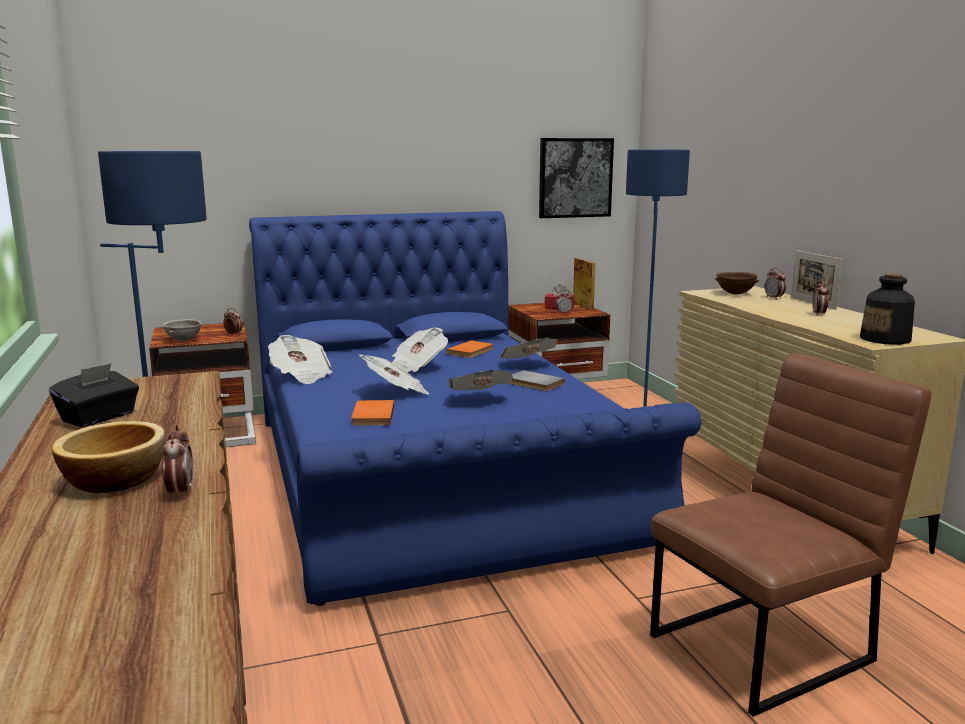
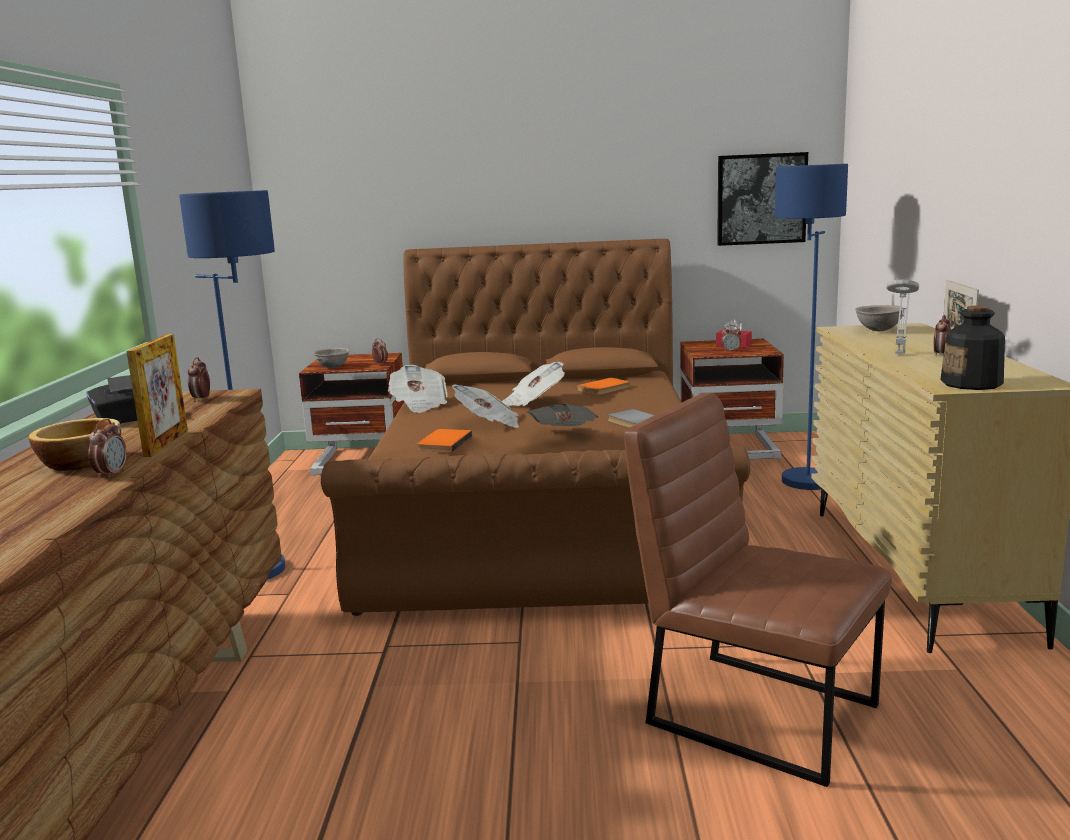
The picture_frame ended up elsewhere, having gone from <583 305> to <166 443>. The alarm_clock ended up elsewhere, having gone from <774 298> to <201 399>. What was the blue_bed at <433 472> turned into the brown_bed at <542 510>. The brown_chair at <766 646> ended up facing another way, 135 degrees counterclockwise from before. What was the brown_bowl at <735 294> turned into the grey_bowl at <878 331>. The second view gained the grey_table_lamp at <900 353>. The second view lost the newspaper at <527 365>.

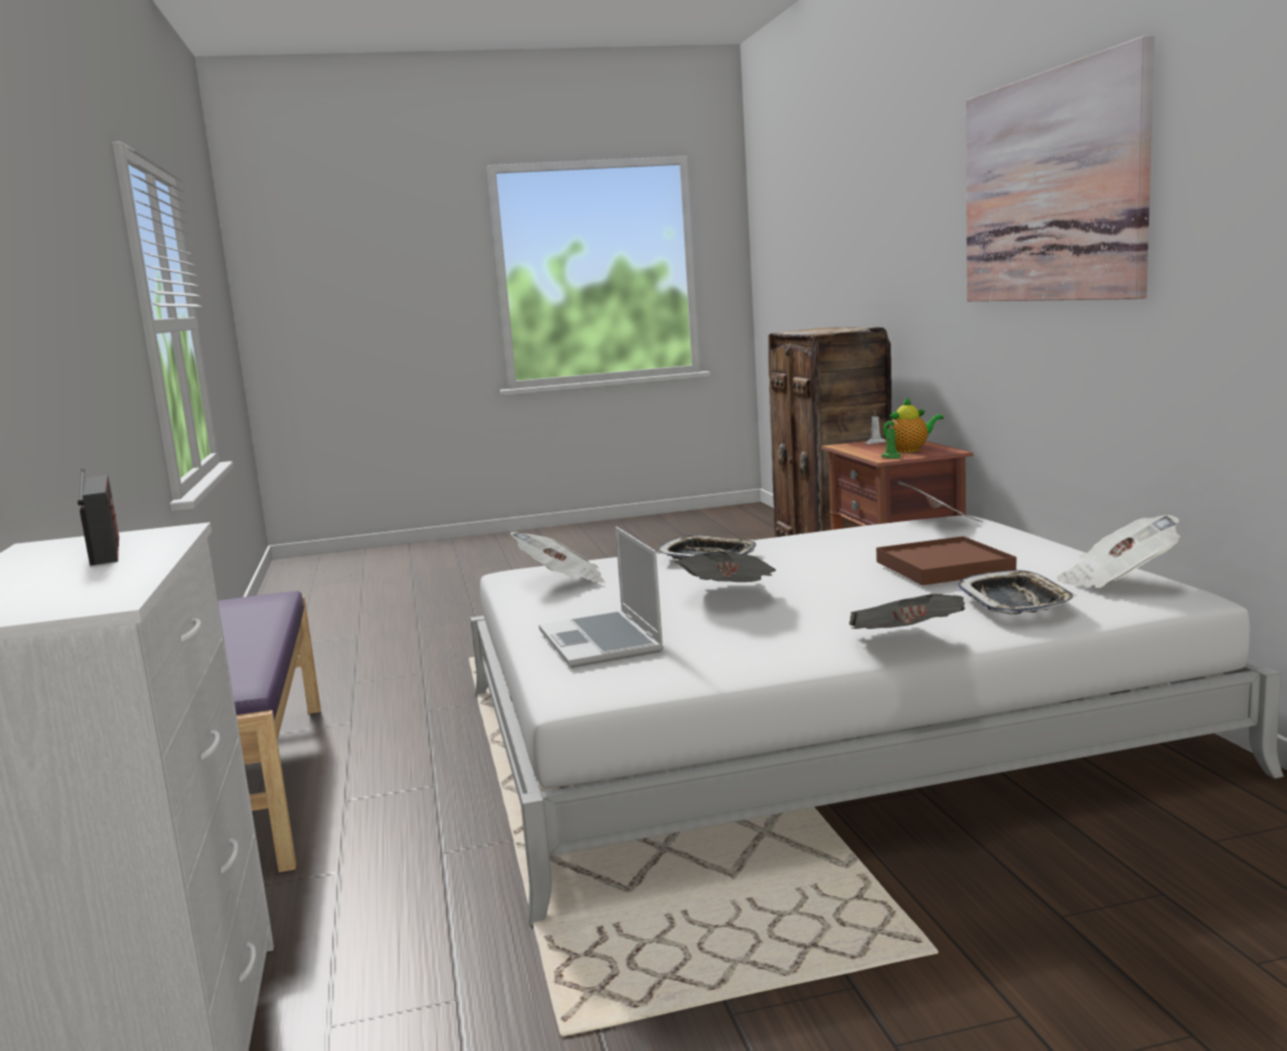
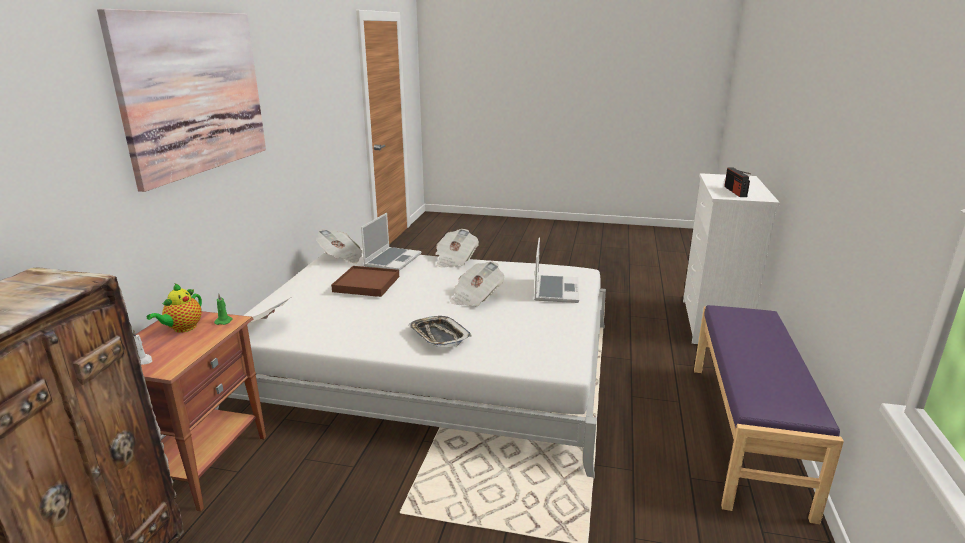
The teapot at <911 450> ended up facing another way, 75 degrees counterclockwise from before. Where the tray stood at <1015 601>, the laptop came to stand at <392 260>. The second view lost the newspaper at <562 582>.

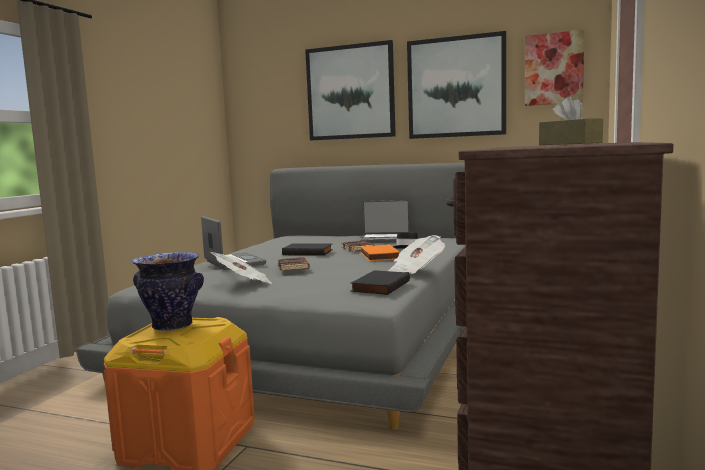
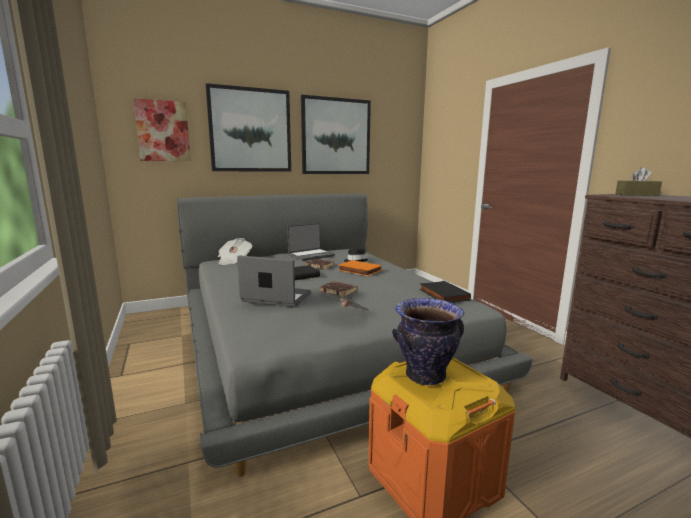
The picture ended up elsewhere, having gone from <553 69> to <163 131>. The newspaper ended up elsewhere, having gone from <415 270> to <234 261>.

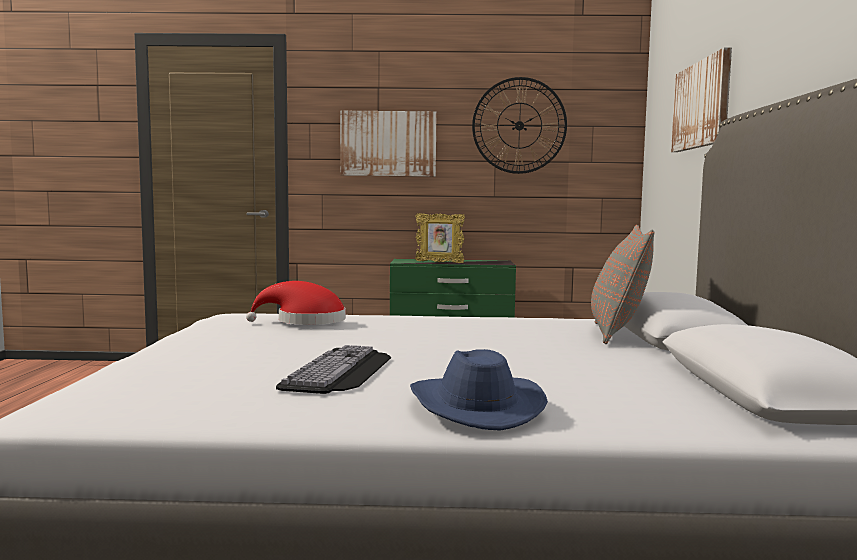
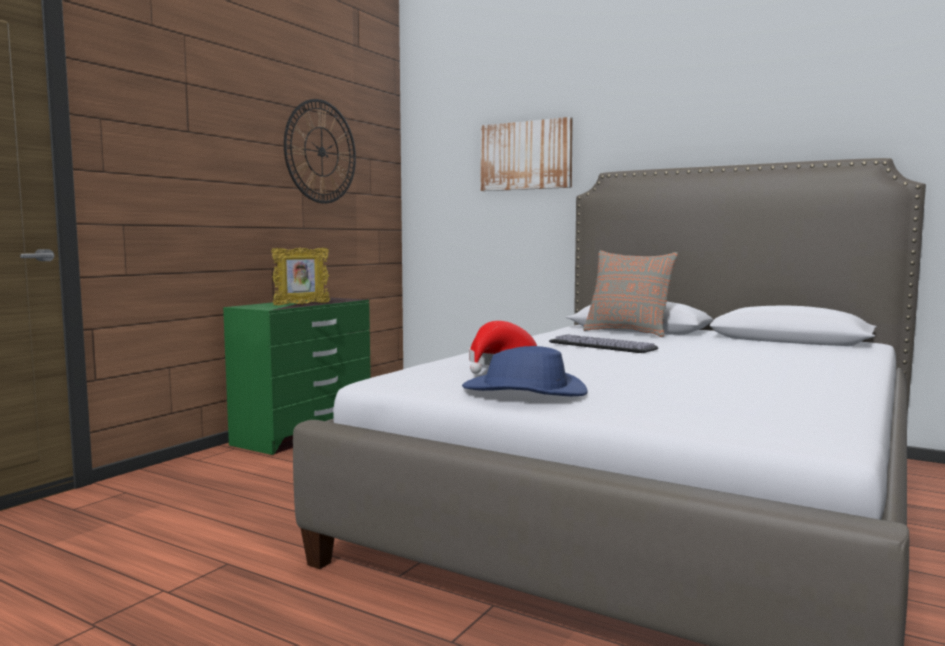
The blue_hat ended up elsewhere, having gone from <473 406> to <525 392>. The keyboard ended up elsewhere, having gone from <342 371> to <606 345>. The second view lost the picture at <388 144>.

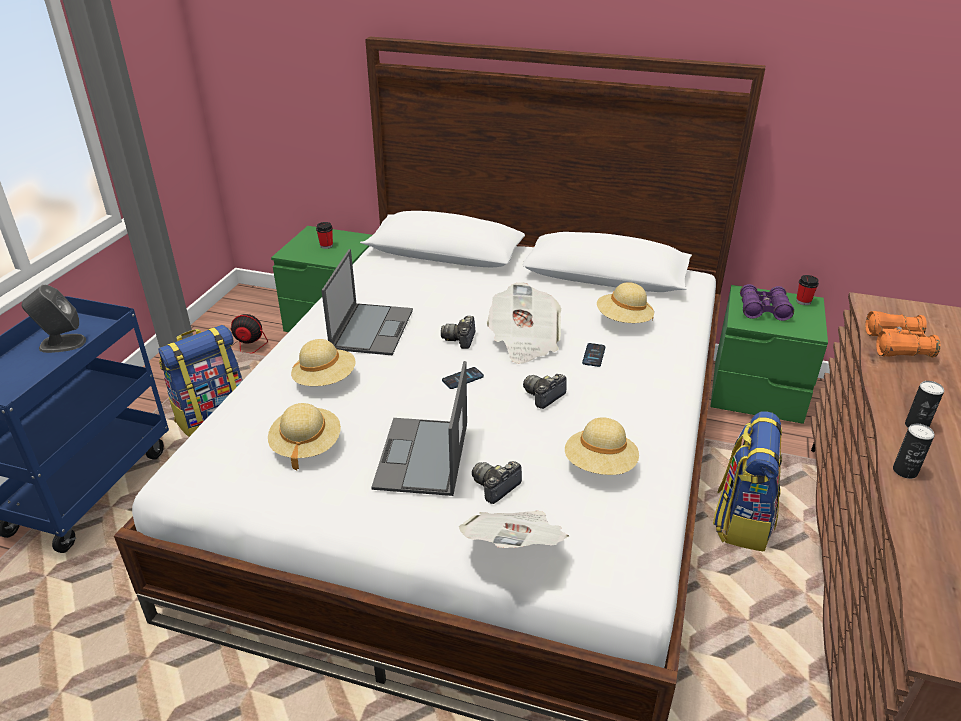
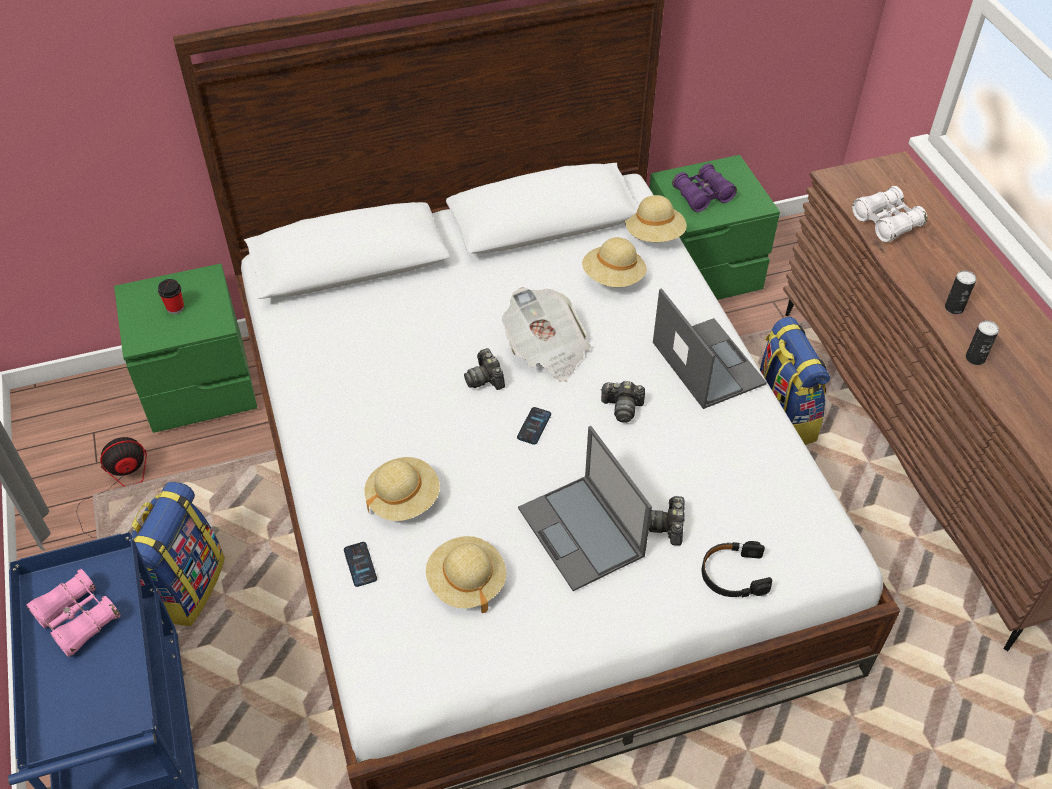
Where the grey_speaker stood at <62 343>, the pink_binoculars came to stand at <78 619>. The phone ended up elsewhere, having gone from <593 355> to <360 564>. The photo_camera at <544 396> ended up facing another way, 90 degrees counterclockwise from before. The beige_hat ended up elsewhere, having gone from <600 465> to <654 235>. The laptop ended up elsewhere, having gone from <372 328> to <706 362>. Where the newspaper stood at <515 547>, the black_headphones came to stand at <733 575>. What was the orange_binoculars at <897 345> turned into the white_binoculars at <886 222>. The second view lost the cup at <803 301>.

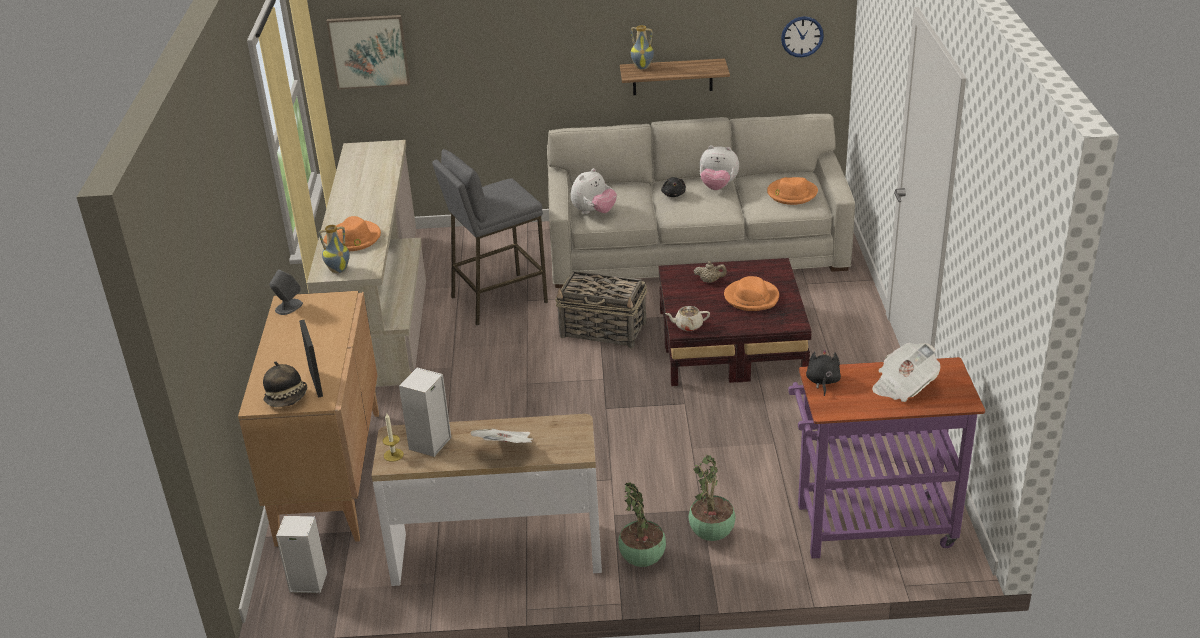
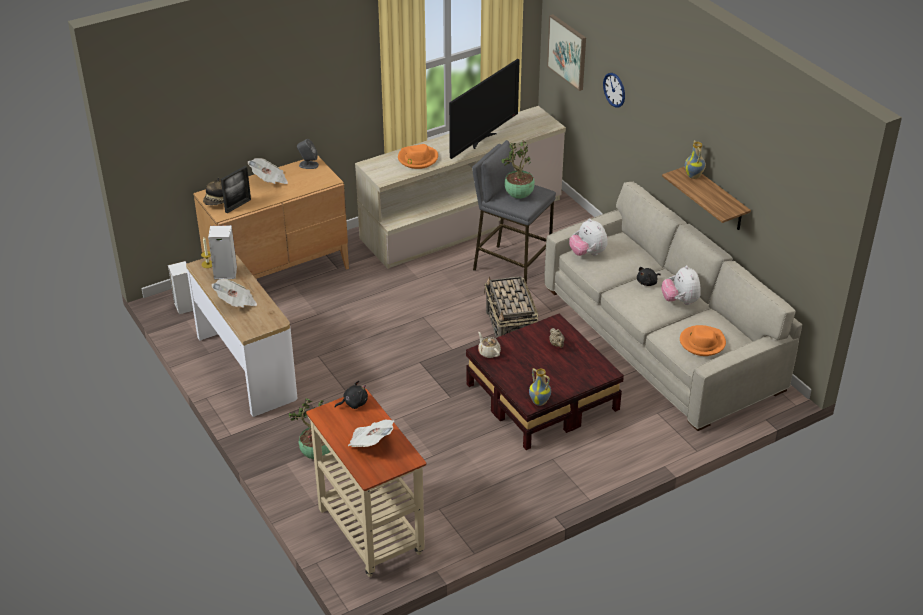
The second view gained the newspaper at <269 180>. What was the purple_cart at <872 526> turned into the beige_cart at <369 530>. The second view gained the television at <482 140>. The potted_plant ended up elsewhere, having gone from <643 561> to <518 196>. The vase ended up elsewhere, having gone from <338 269> to <540 401>. The plush_toy at <594 212> ended up facing another way, 45 degrees clockwise from before. The wall_clock ended up elsewhere, having gone from <802 36> to <614 90>. The second view lost the orange_hat at <751 297>.

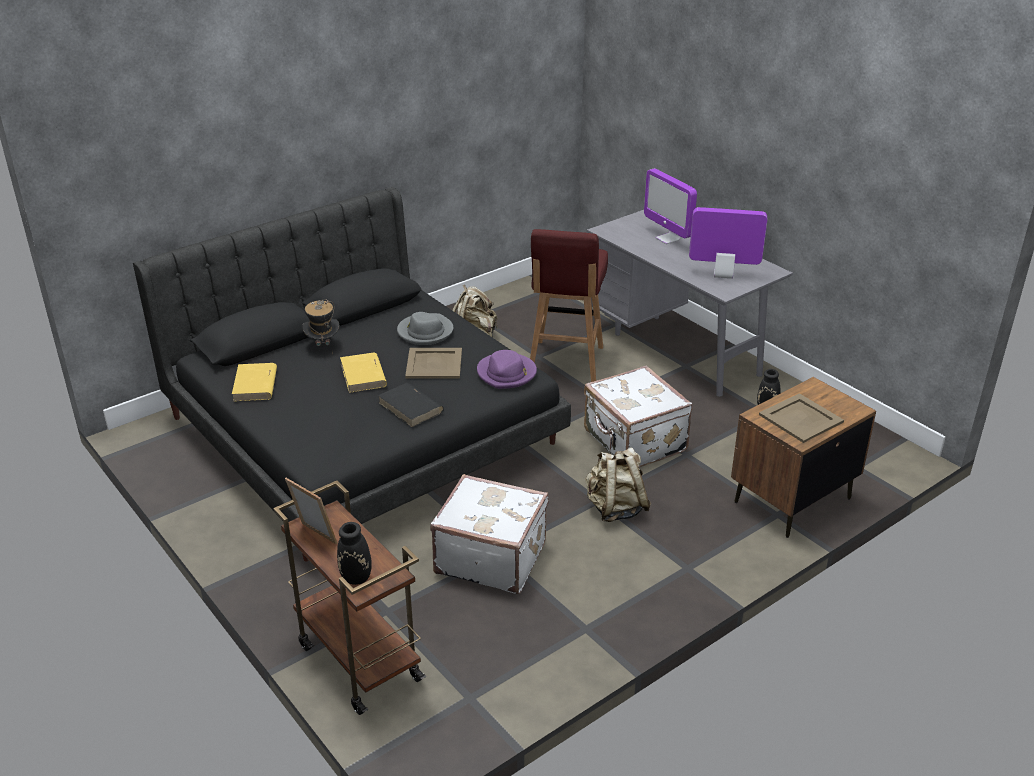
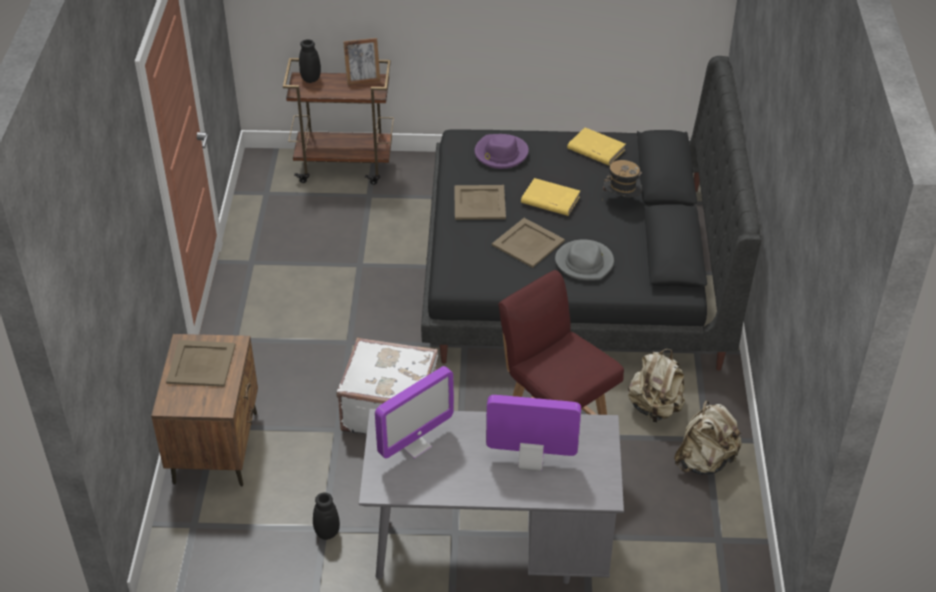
Where the black_book stood at <411 407>, the beige_tray came to stand at <479 202>. The purple_hat ended up elsewhere, having gone from <507 373> to <500 154>. The beige_backpack ended up elsewhere, having gone from <615 509> to <704 461>. The second view lost the white_suitcase at <491 557>.

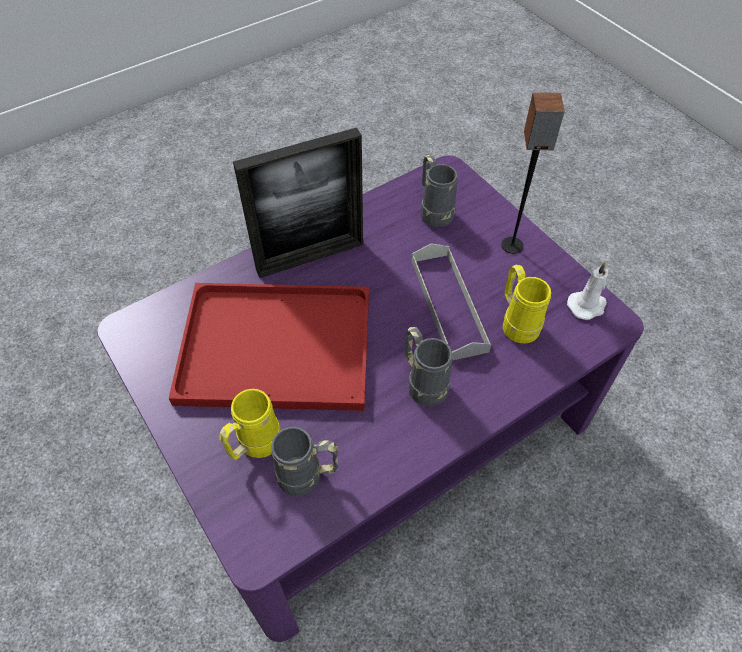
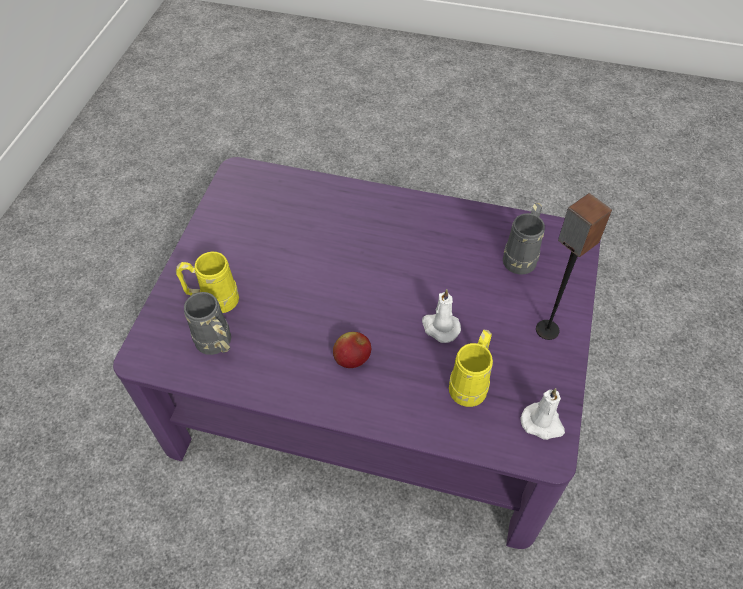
Where the grey_mug stood at <423 383>, the apple came to stand at <352 359>. Where the grey_tray stood at <448 304>, the white_candle came to stand at <440 327>. The second view lost the red_tray at <271 349>. The second view lost the picture_frame at <310 257>.

